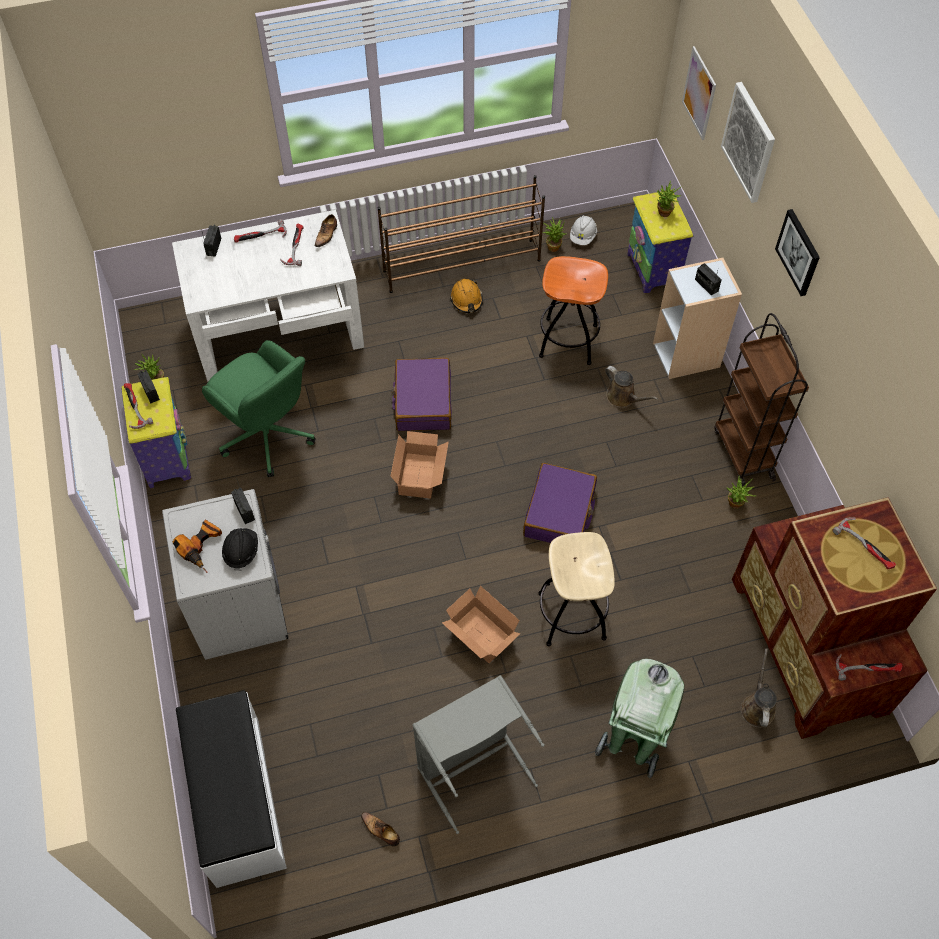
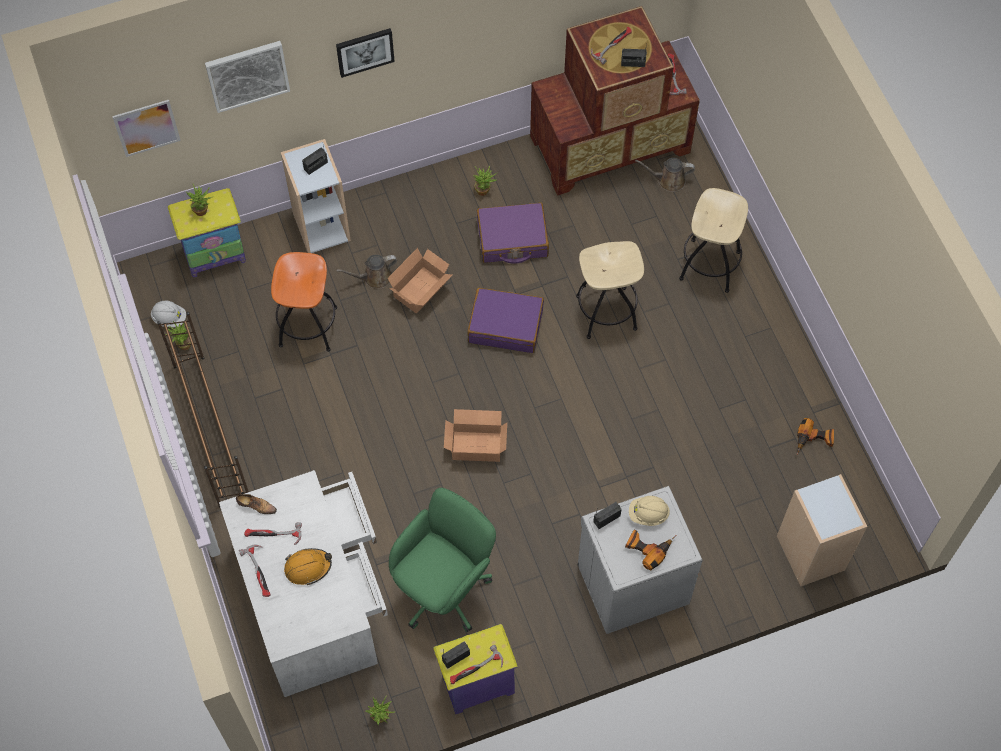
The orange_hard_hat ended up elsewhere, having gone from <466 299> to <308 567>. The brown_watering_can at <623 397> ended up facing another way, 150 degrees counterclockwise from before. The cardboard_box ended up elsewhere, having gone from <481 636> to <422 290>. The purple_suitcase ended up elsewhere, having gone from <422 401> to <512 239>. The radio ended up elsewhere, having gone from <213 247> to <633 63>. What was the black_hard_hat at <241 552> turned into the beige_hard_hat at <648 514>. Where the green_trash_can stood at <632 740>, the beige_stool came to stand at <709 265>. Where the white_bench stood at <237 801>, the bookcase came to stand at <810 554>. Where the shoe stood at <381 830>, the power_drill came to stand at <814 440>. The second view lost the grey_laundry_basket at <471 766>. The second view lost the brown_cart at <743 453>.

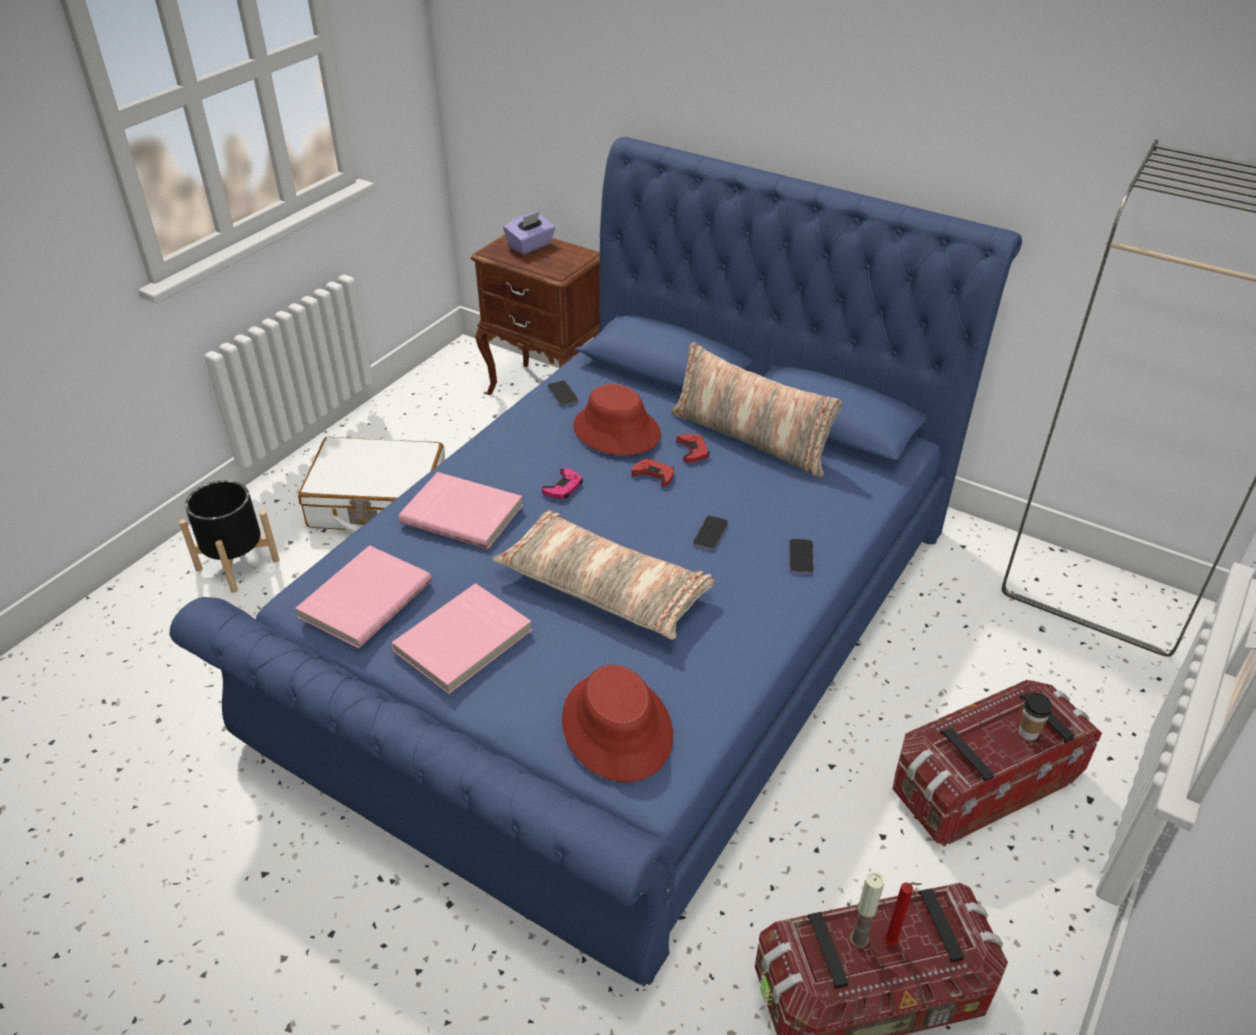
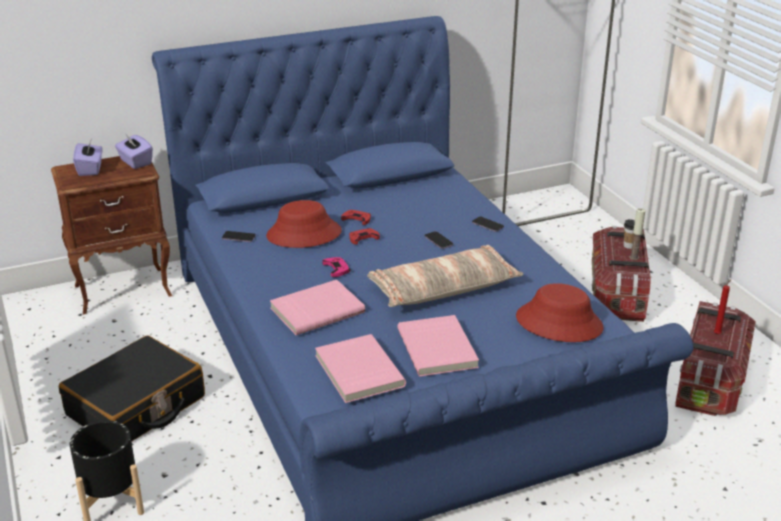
What was the white_suitcase at <378 503> turned into the black_suitcase at <136 406>. The second view gained the purple_tissue_box at <135 162>. The candle ended up elsewhere, having gone from <859 939> to <634 257>. The second view lost the pillow at <750 438>.

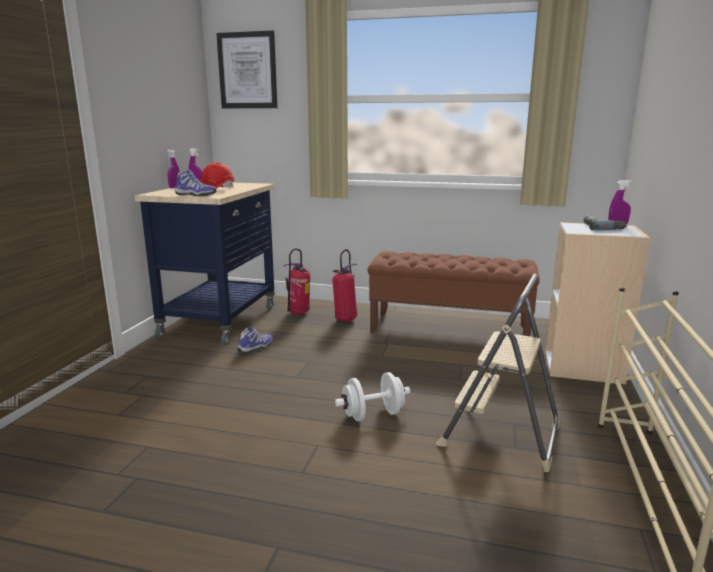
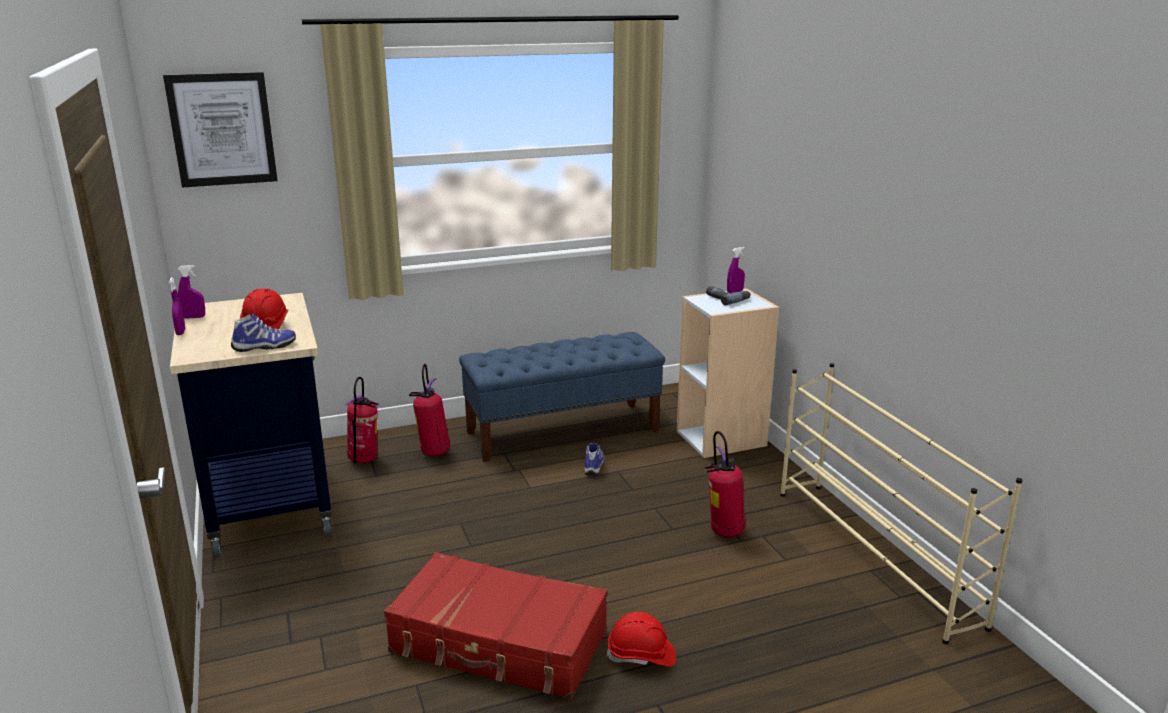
The second view gained the red_suitcase at <499 643>. What was the brown_bench at <450 329> turned into the blue_bench at <563 431>. The shoe ended up elsewhere, having gone from <256 348> to <594 466>. The second view gained the red_hard_hat at <641 655>. Where the beige_step_ladder stood at <505 435>, the fire_extinguisher came to stand at <723 532>. The second view lost the white_dumbbell at <373 415>.

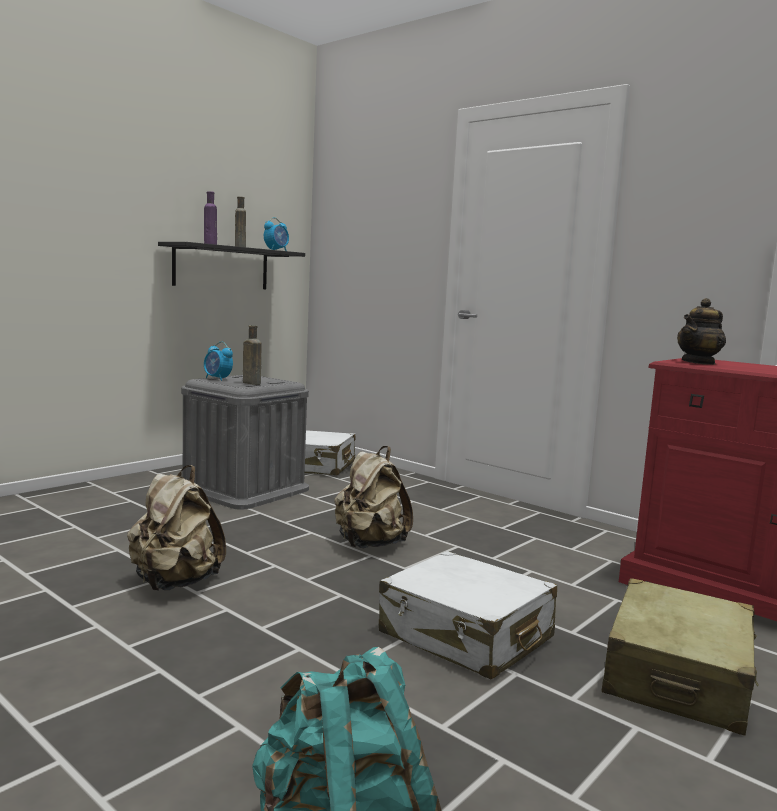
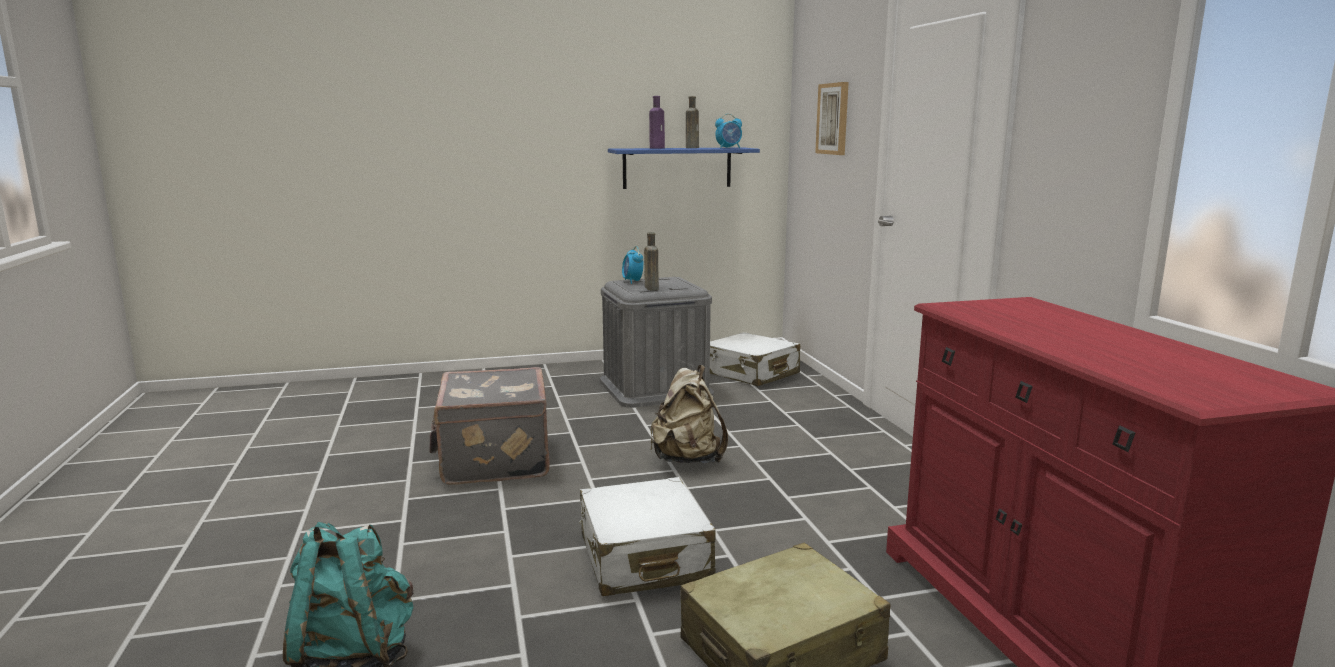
Where the beige_backpack stood at <174 583>, the grey_suitcase came to stand at <493 460>. What was the black_shelf at <221 267> turned into the blue_shelf at <677 168>. The second view gained the picture at <833 119>. The second view lost the teapot at <699 362>.

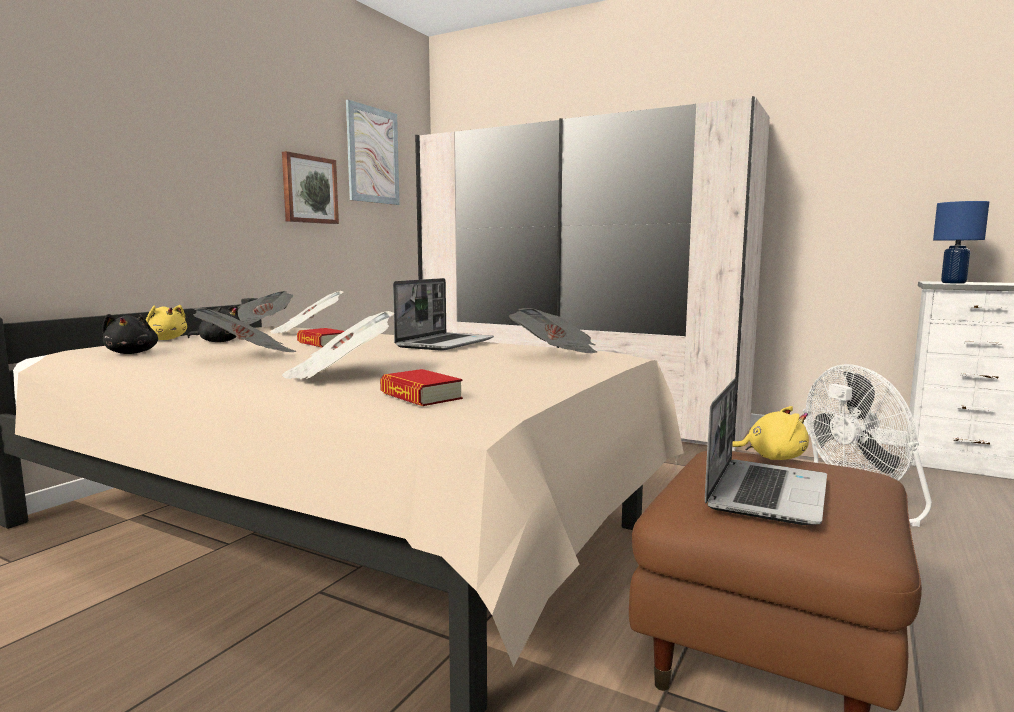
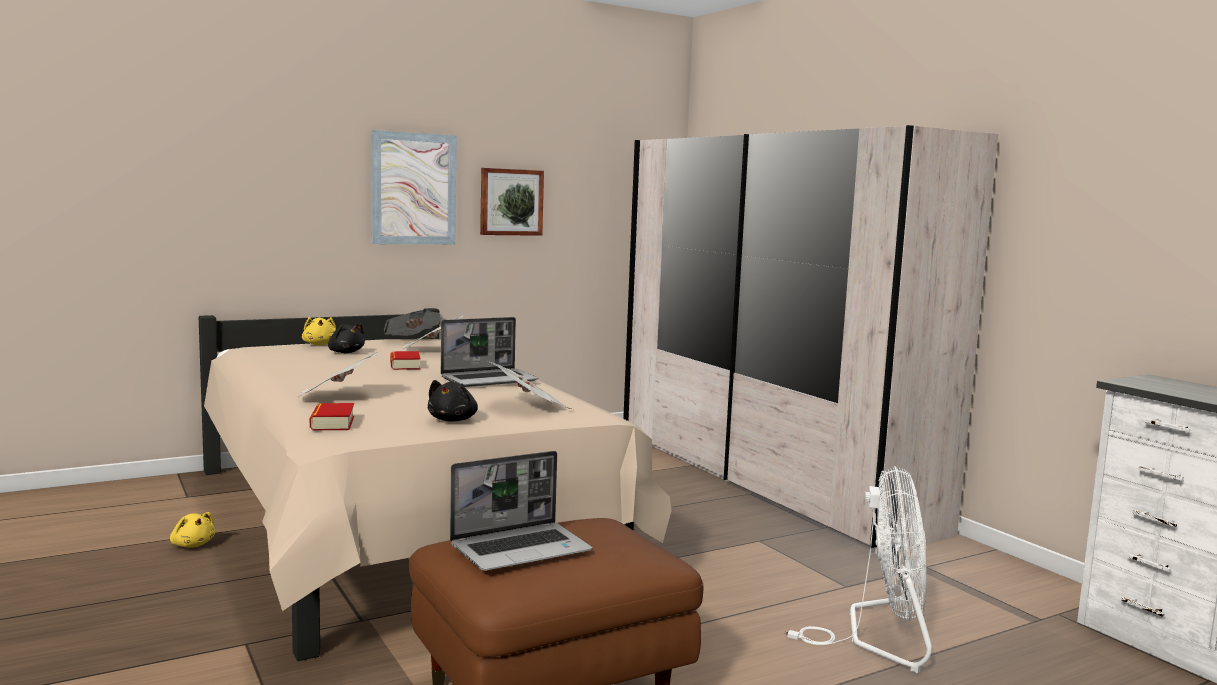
The yellow_plush_toy ended up elsewhere, having gone from <771 457> to <192 544>. The picture ended up elsewhere, having gone from <373 155> to <414 189>. The black_plush_toy ended up elsewhere, having gone from <132 353> to <453 420>. The second view lost the newspaper at <248 357>. The second view lost the blue_table_lamp at <954 283>.

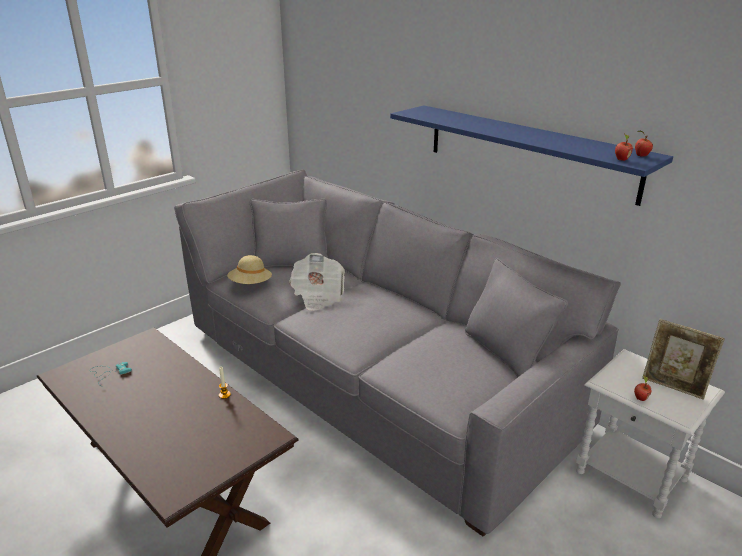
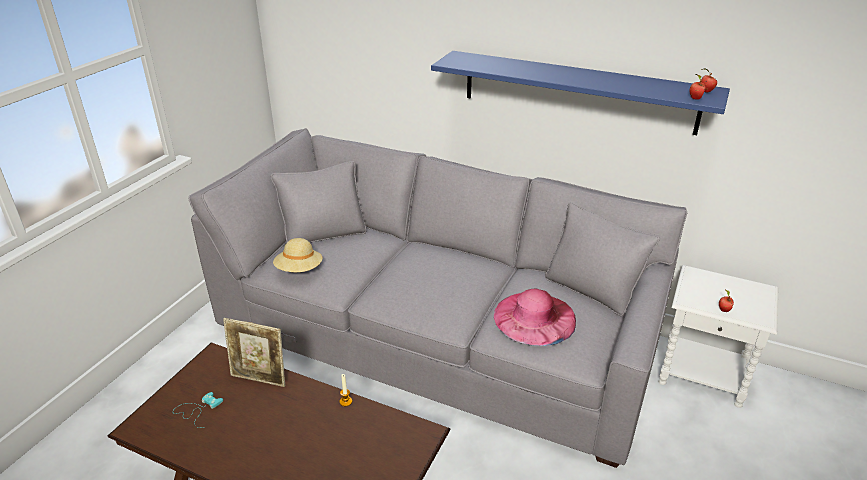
The picture_frame ended up elsewhere, having gone from <673 387> to <259 379>. The second view gained the pink_hat at <534 318>. The second view lost the newspaper at <318 296>.

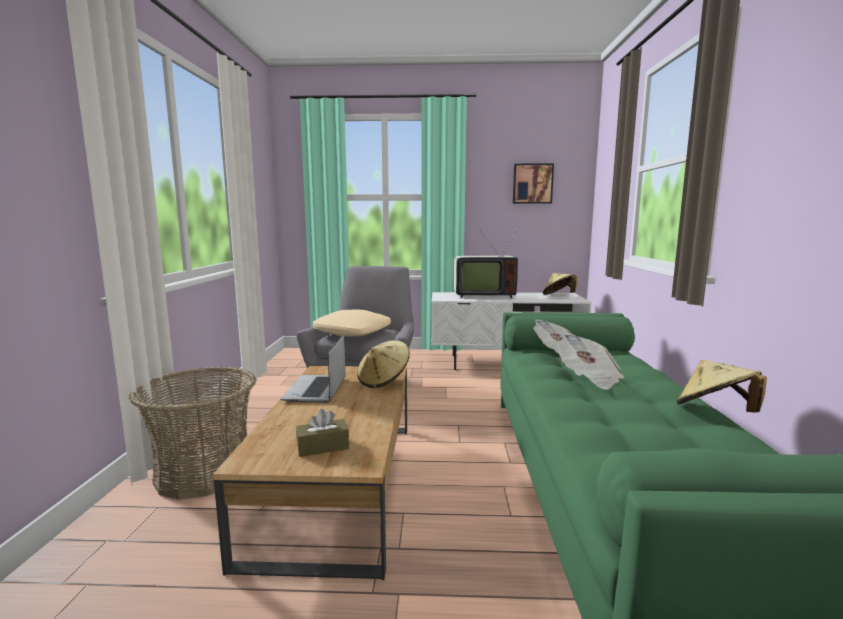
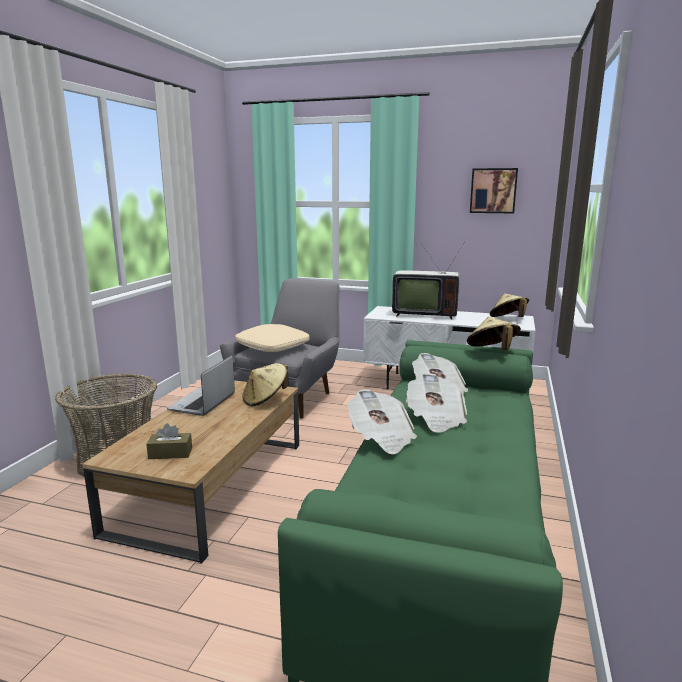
The second view gained the newspaper at <381 438>. The beige_hat ended up elsewhere, having gone from <715 412> to <492 351>.

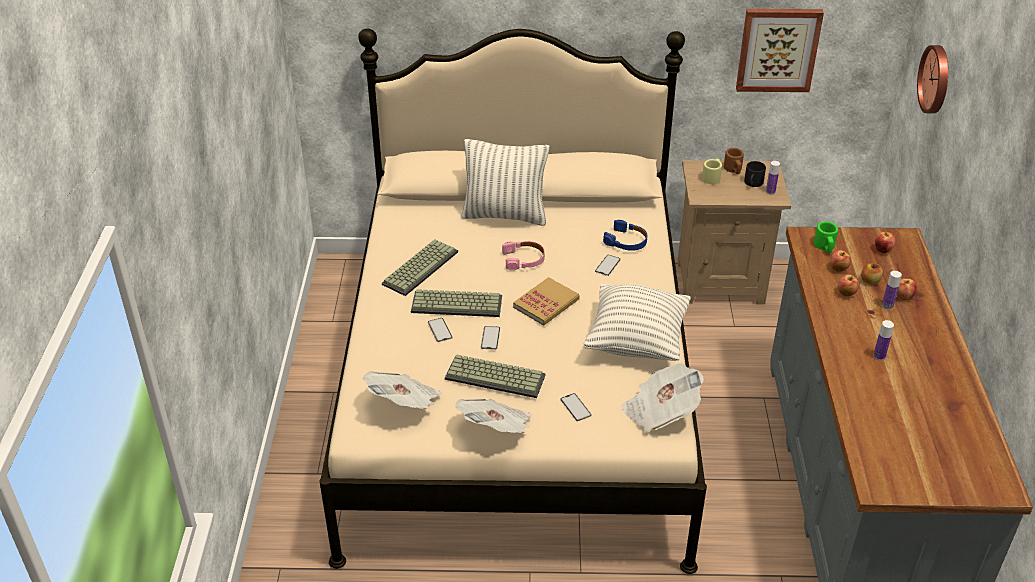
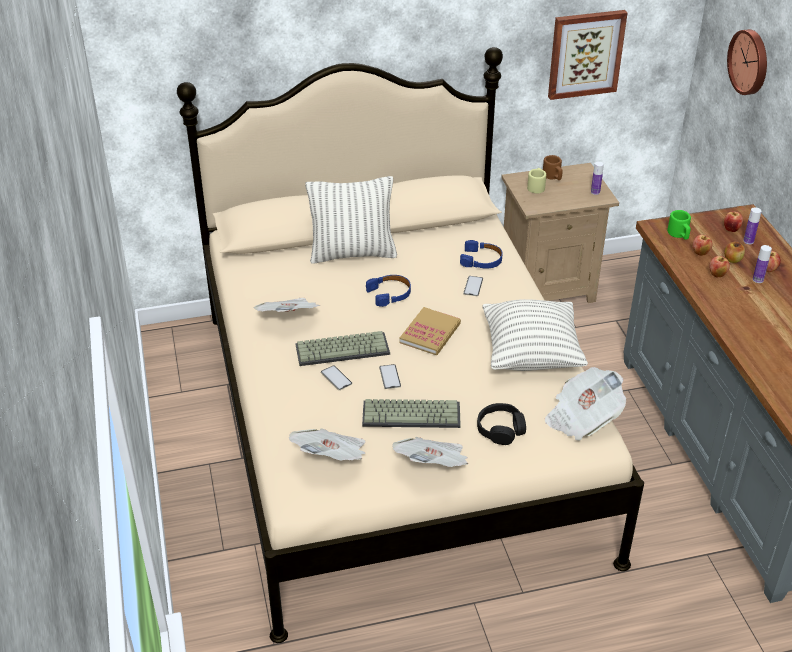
Where the keyboard stood at <420 267>, the newspaper came to stand at <289 319>. What was the pink_headphones at <524 259> turned into the blue_headphones at <390 294>. Where the phone stood at <575 407>, the black_headphones came to stand at <500 429>. The bottle ended up elsewhere, having gone from <879 356> to <748 241>. The second view lost the black_mug at <753 183>.

